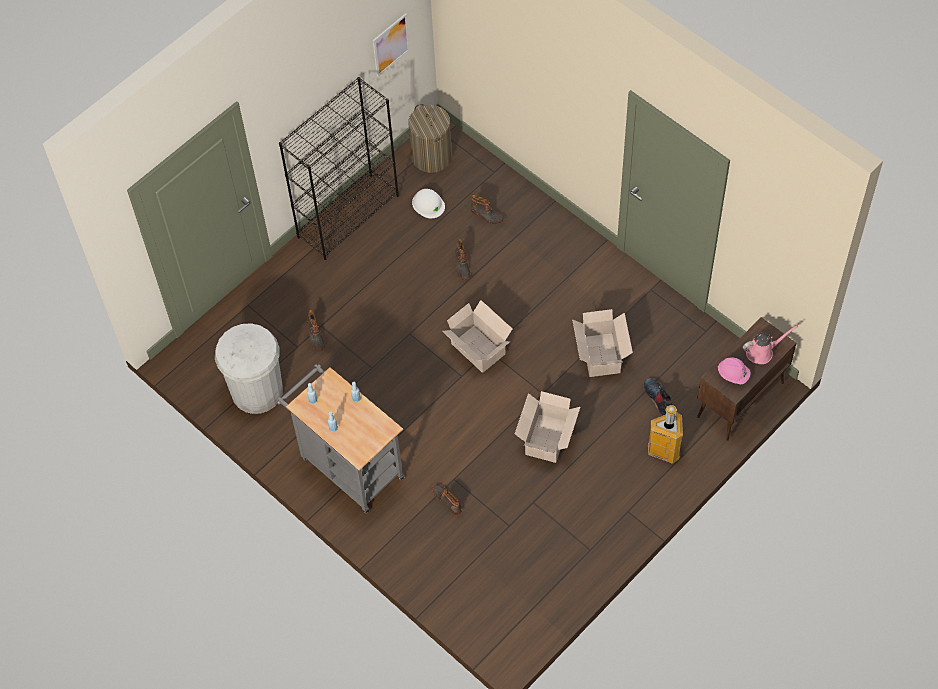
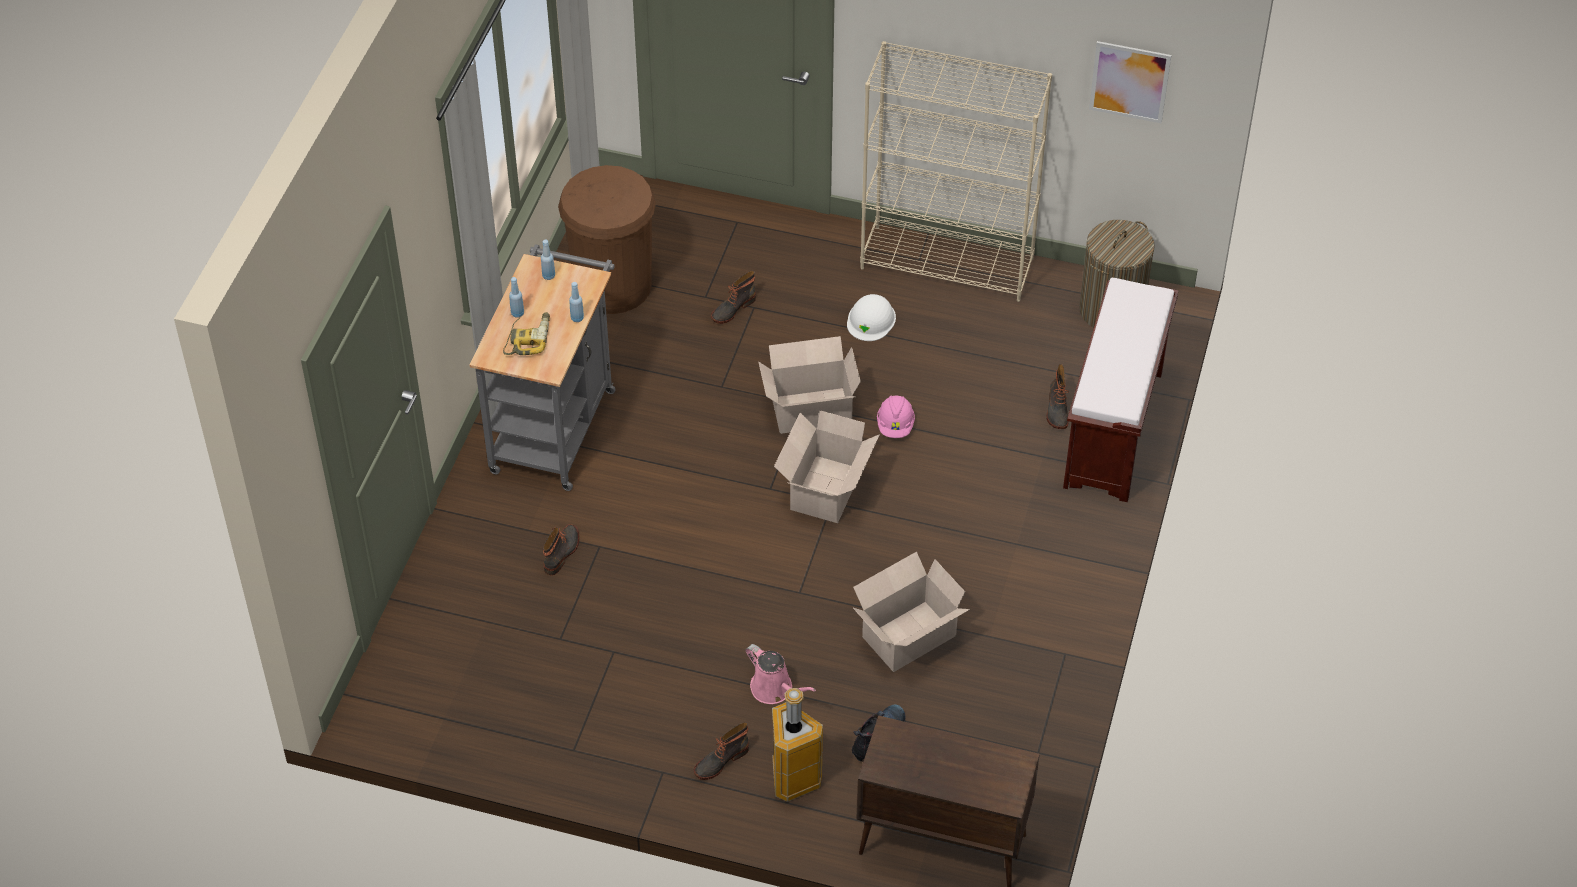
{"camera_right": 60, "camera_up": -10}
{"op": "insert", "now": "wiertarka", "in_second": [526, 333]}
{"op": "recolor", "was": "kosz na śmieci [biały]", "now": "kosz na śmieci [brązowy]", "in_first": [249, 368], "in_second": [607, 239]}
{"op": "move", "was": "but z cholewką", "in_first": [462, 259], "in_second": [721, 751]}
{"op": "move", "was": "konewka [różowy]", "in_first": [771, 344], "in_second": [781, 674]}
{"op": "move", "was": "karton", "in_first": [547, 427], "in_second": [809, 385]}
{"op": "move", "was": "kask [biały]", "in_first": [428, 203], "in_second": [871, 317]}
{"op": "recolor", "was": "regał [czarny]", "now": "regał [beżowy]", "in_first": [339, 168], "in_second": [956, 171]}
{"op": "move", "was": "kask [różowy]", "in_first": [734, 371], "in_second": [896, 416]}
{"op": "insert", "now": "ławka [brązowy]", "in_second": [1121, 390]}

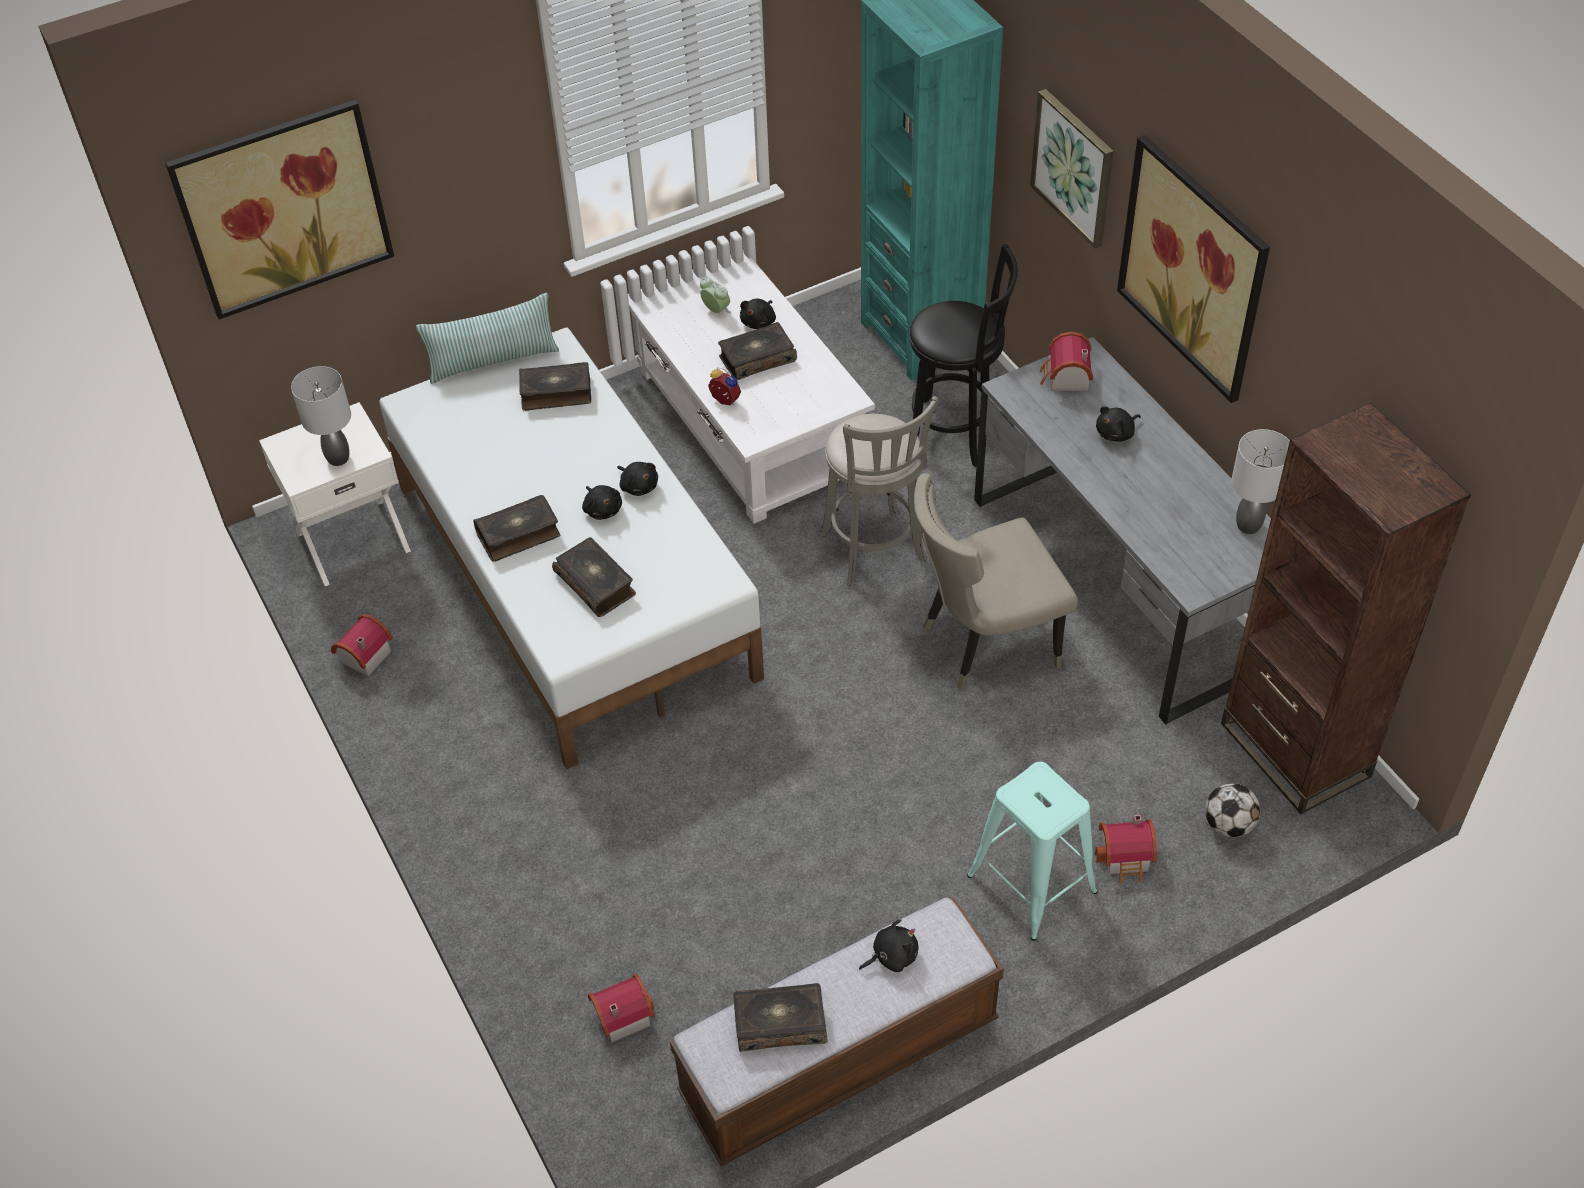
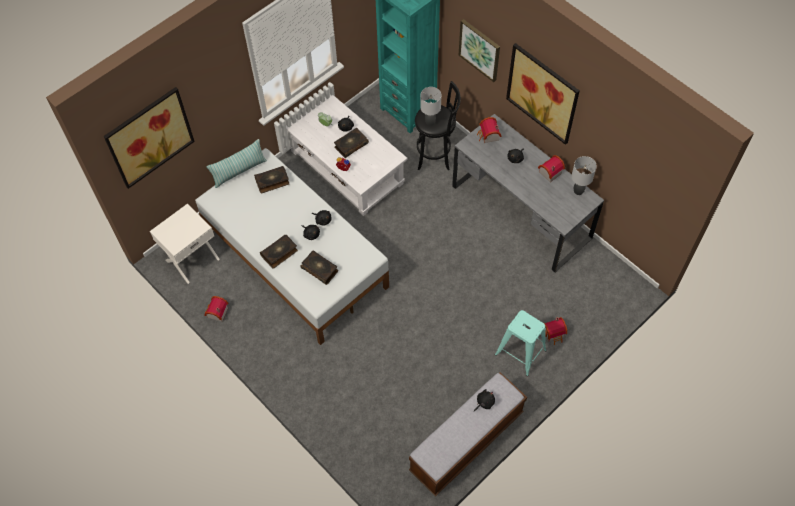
{"camera_right": -15, "camera_up": 10}
{"op": "move", "was": "lampa stołowa [szary]", "in_first": [321, 416], "in_second": [431, 106]}
{"op": "move", "was": "domek", "in_first": [621, 1008], "in_second": [551, 168]}
{"op": "delete", "was": "książka", "in_first": [780, 1017]}
{"op": "delete", "was": "stołek [szary]", "in_first": [878, 491]}
{"op": "delete", "was": "krzesło [beżowy]", "in_first": [996, 581]}
{"op": "delete", "was": "piłka futbolowa", "in_first": [1232, 810]}
{"op": "delete", "was": "regał [brązowy]", "in_first": [1346, 608]}

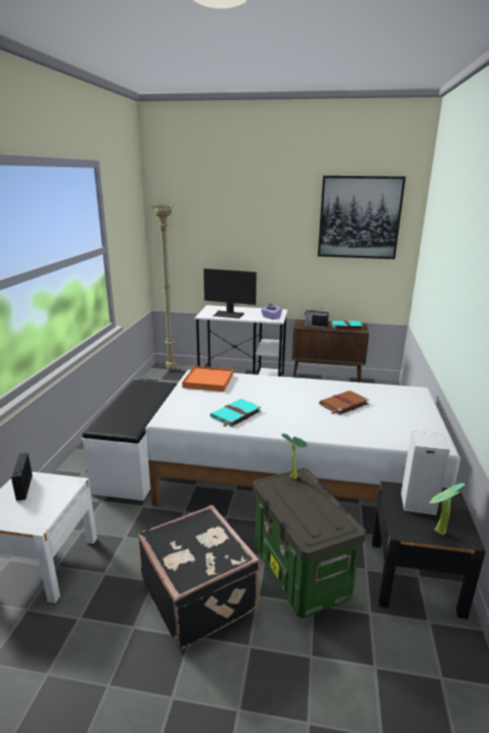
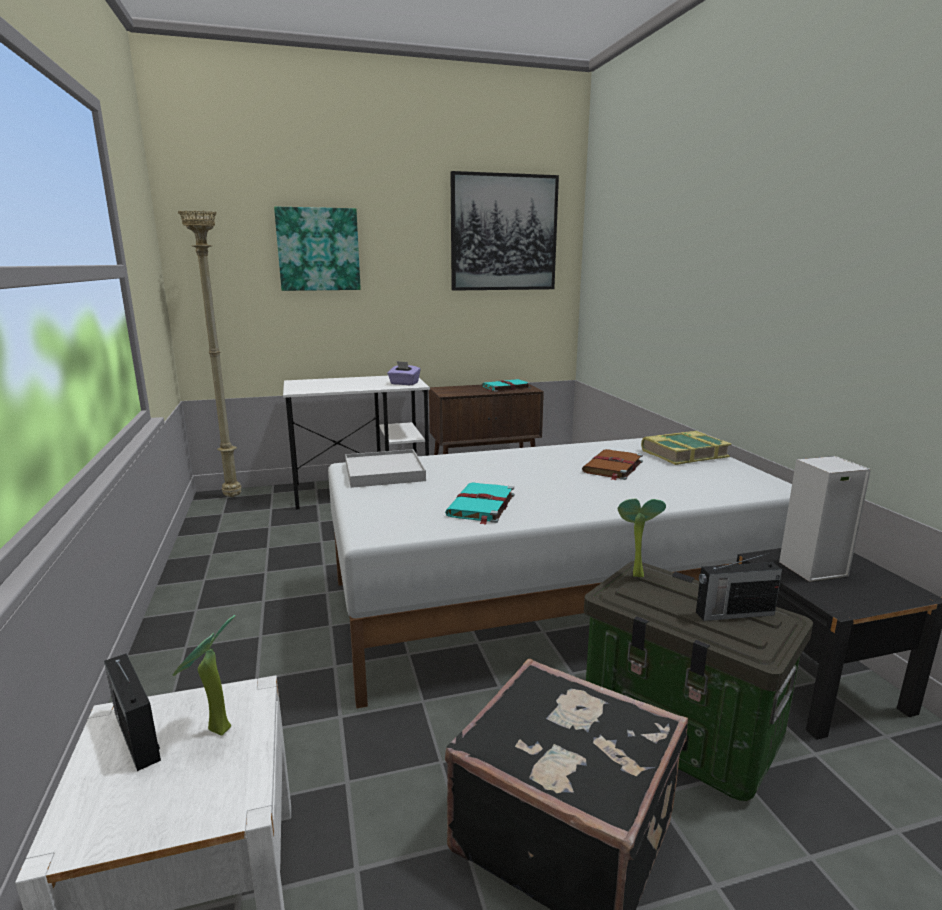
{"camera_right": -25, "camera_up": -5}
{"op": "move", "was": "roślina doniczkowa", "in_first": [447, 509], "in_second": [204, 675]}
{"op": "insert", "now": "obraz", "in_second": [317, 249]}
{"op": "recolor", "was": "taca [pomarańczowy]", "now": "taca [biały]", "in_first": [207, 379], "in_second": [385, 468]}
{"op": "insert", "now": "książka", "in_second": [686, 448]}
{"op": "move", "was": "radio", "in_first": [317, 318], "in_second": [739, 587]}
{"op": "delete", "was": "ławka [biały]", "in_first": [130, 440]}
{"op": "delete", "was": "monitor", "in_first": [230, 294]}

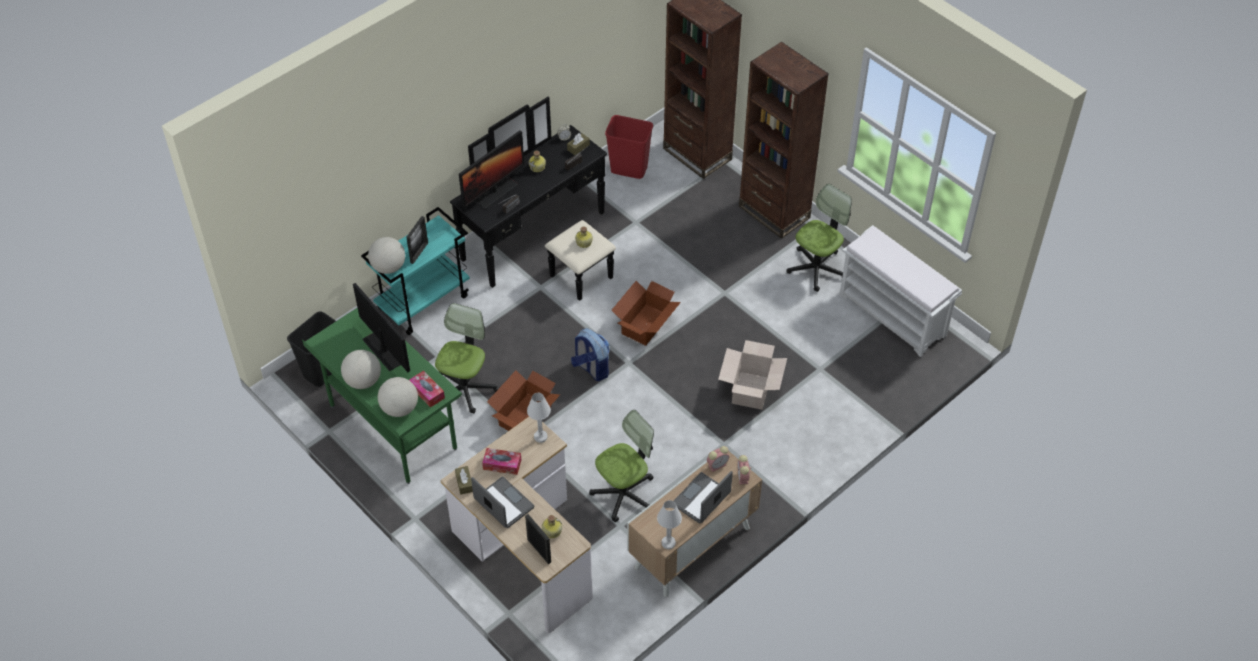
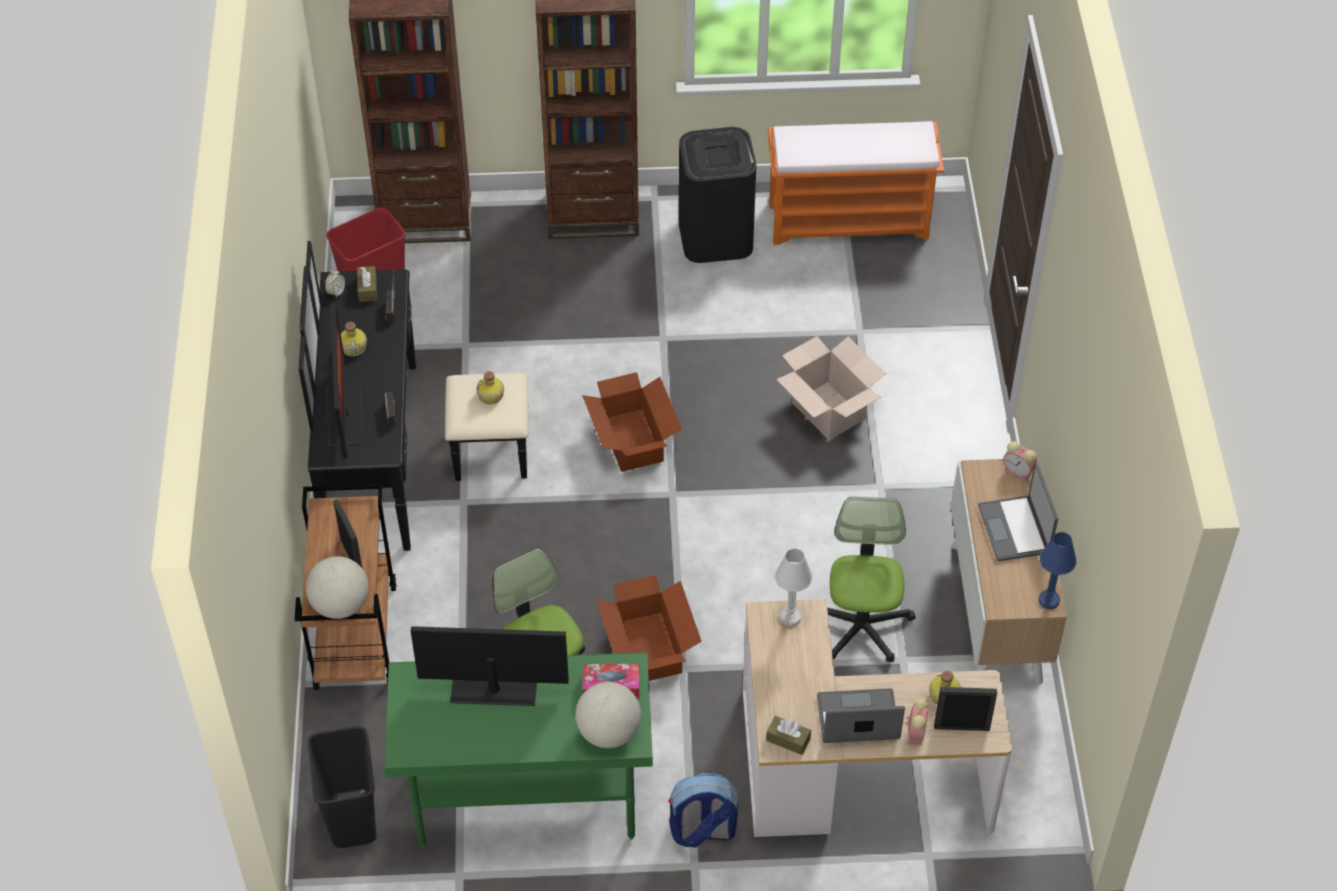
{"camera_right": -50, "camera_up": 0}
{"op": "recolor", "was": "wózek [turkusowy]", "now": "wózek [brązowy]", "in_first": [415, 271], "in_second": [345, 587]}
{"op": "move", "was": "plecak", "in_first": [590, 354], "in_second": [703, 810]}
{"op": "replace", "was": "krzesło biurowe", "now": "kosz na śmieci [czarny]", "in_first": [819, 238], "in_second": [717, 195]}
{"op": "recolor", "was": "ławka [biały]", "now": "ławka [pomarańczowy]", "in_first": [900, 291], "in_second": [856, 183]}
{"op": "move", "was": "budzik", "in_first": [718, 459], "in_second": [917, 721]}
{"op": "recolor", "was": "lampa stołowa [biały]", "now": "lampa stołowa [niebieski]", "in_first": [669, 524], "in_second": [1057, 570]}
{"op": "delete", "was": "globus", "in_first": [361, 369]}
{"op": "delete", "was": "pudełko chusteczek", "in_first": [501, 461]}

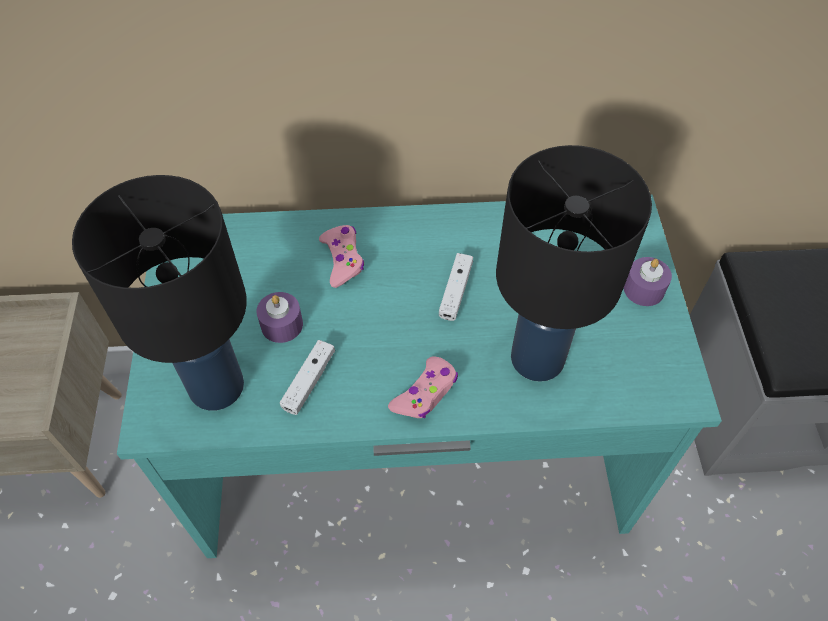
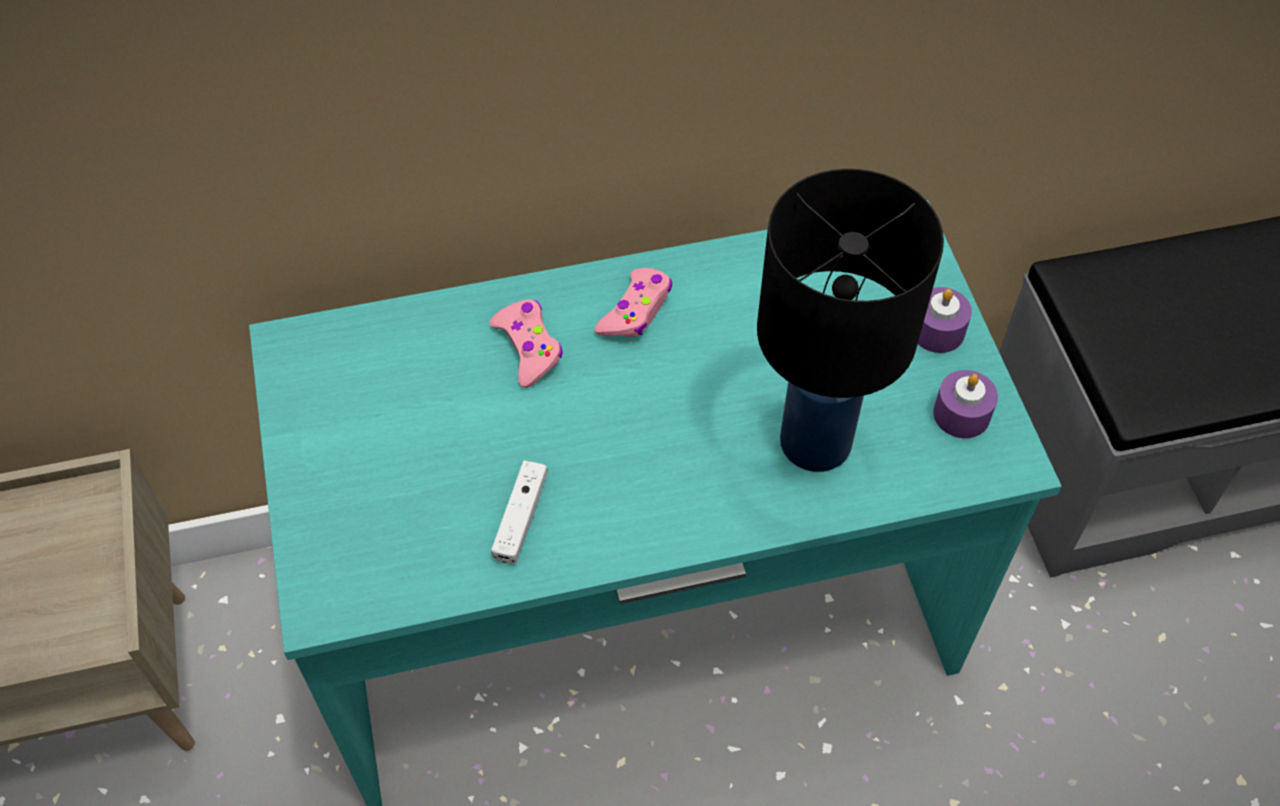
{"camera_right": -10, "camera_up": 0}
{"op": "move", "was": "pad do gier [różowy]", "in_first": [423, 387], "in_second": [633, 302]}
{"op": "move", "was": "świeca [fioletowy]", "in_first": [280, 317], "in_second": [965, 404]}
{"op": "delete", "was": "lampa stołowa [czarny]", "in_first": [159, 293]}
{"op": "delete", "was": "pad do gier [biały]", "in_first": [456, 287]}

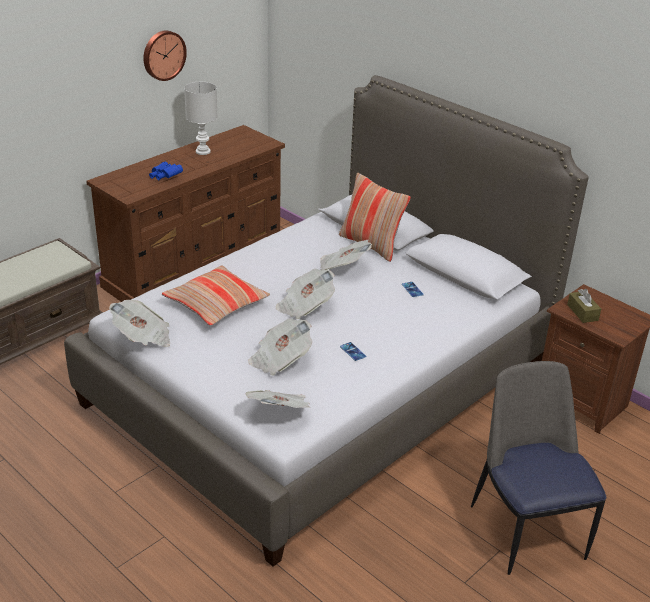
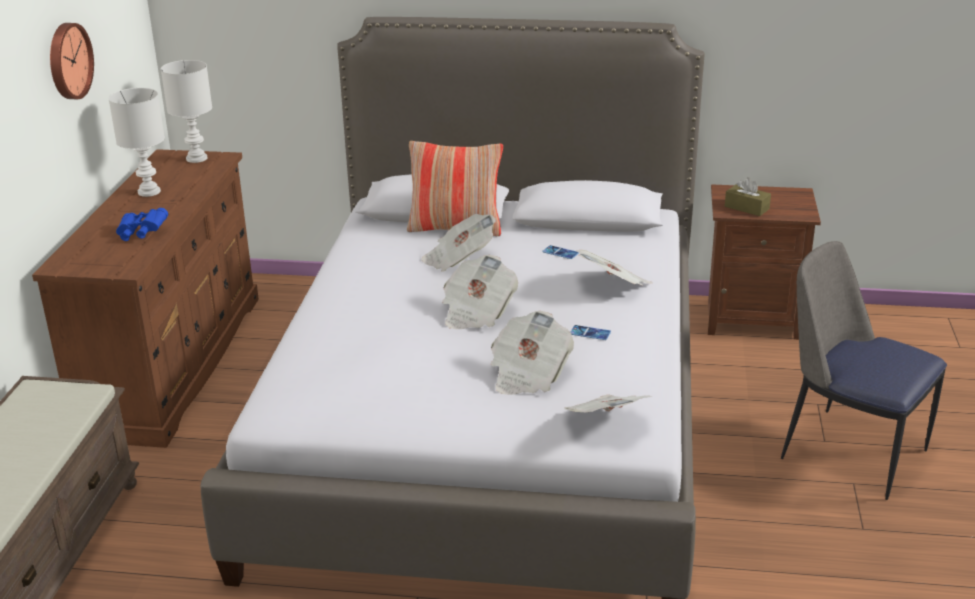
{"camera_right": -35, "camera_up": -5}
{"op": "insert", "now": "lampa stołowa [biały]", "in_second": [186, 111]}
{"op": "move", "was": "gazeta", "in_first": [139, 323], "in_second": [614, 267]}
{"op": "delete", "was": "poduszka", "in_first": [216, 295]}

